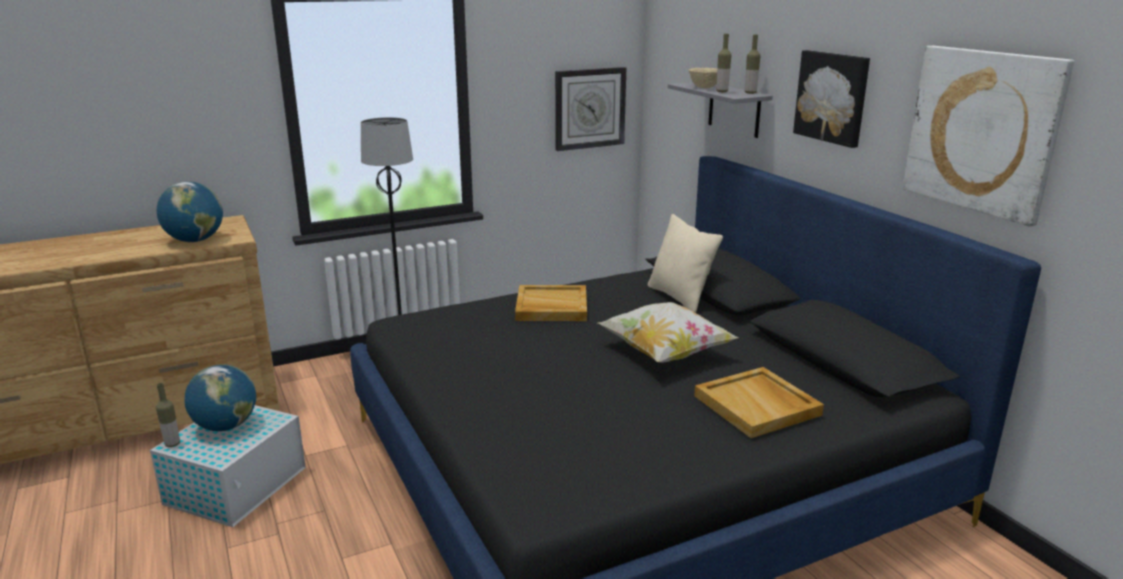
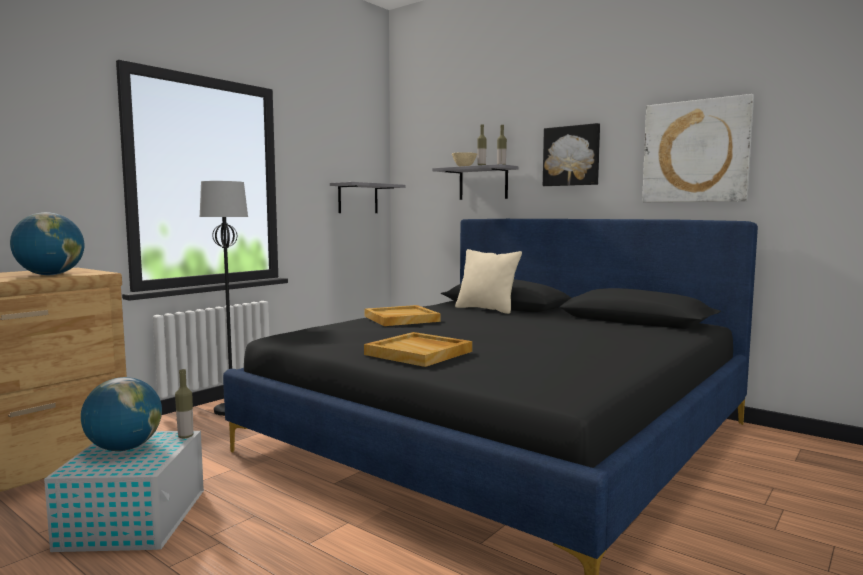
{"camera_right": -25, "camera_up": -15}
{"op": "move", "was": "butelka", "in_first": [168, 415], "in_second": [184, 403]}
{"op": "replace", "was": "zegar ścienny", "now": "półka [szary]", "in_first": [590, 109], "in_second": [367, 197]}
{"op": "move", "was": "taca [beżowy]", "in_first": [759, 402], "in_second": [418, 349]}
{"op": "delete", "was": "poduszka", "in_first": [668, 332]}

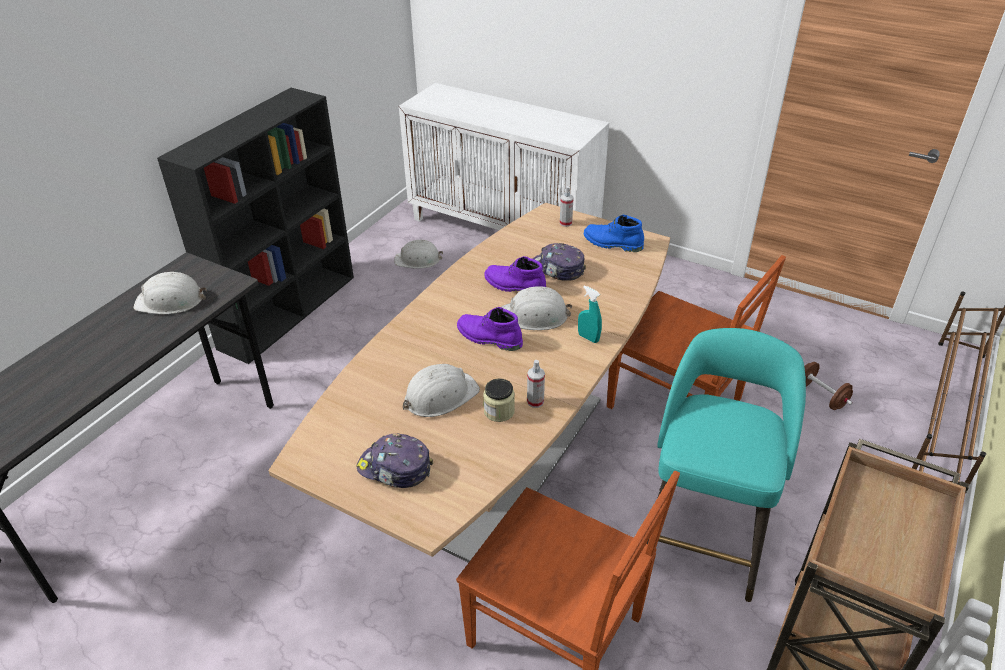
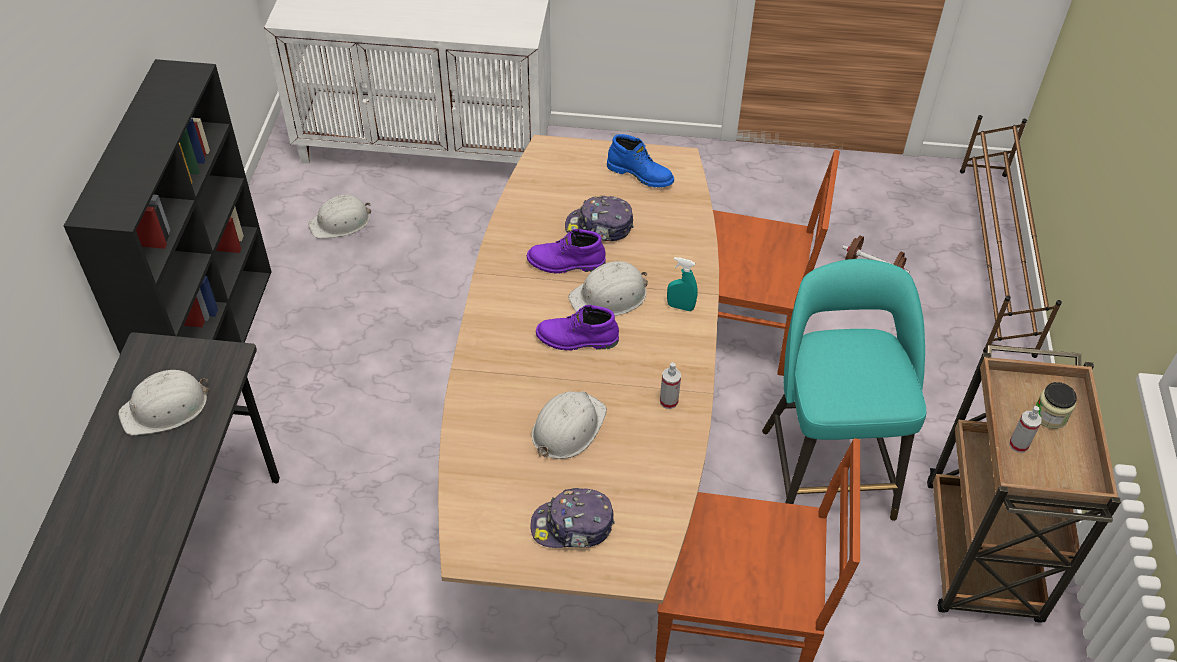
{"camera_right": -25, "camera_up": 10}
{"op": "rotate", "was": "but z cholewką [niebieski]", "in_first": [614, 233], "in_second": [640, 161], "clockwise": -150}
{"op": "move", "was": "spryskiwacz", "in_first": [567, 206], "in_second": [1025, 429]}
{"op": "move", "was": "słoik", "in_first": [499, 400], "in_second": [1056, 405]}

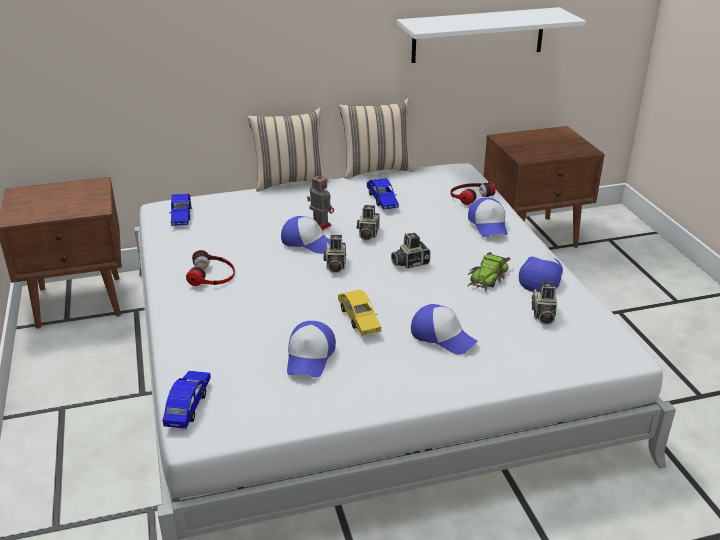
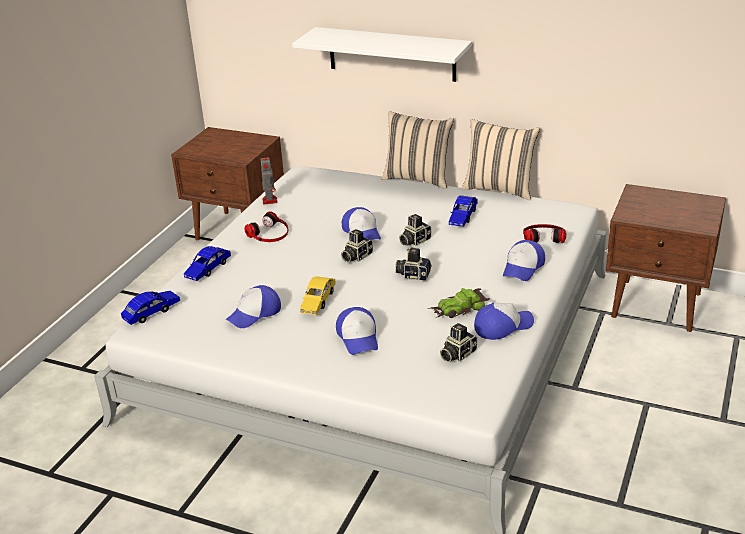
{"camera_right": 40, "camera_up": 0}
{"op": "move", "was": "samochodzik [niebieski]", "in_first": [180, 209], "in_second": [207, 263]}
{"op": "move", "was": "robot zabawkowy", "in_first": [320, 200], "in_second": [269, 179]}
{"op": "move", "was": "półka [biały]", "in_first": [491, 35], "in_second": [382, 54]}

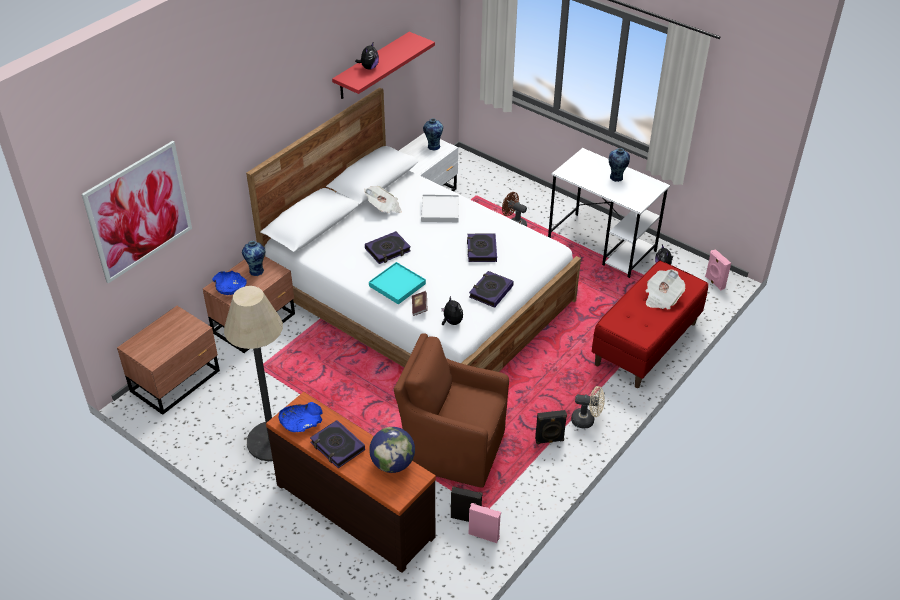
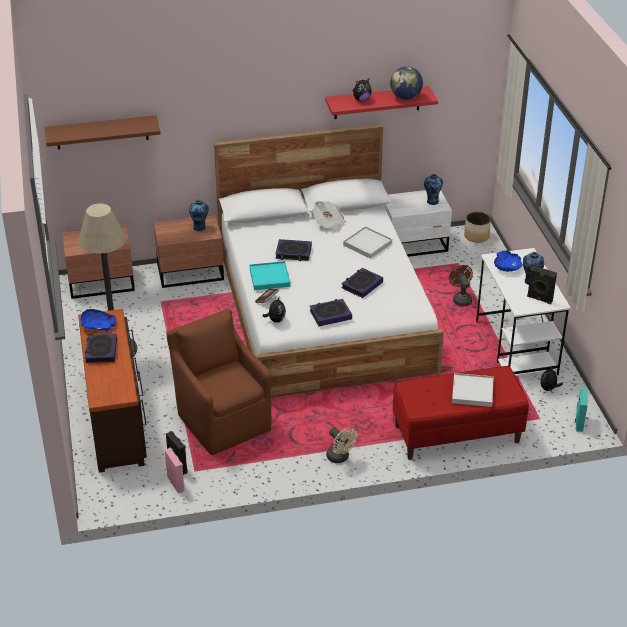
{"camera_right": 40, "camera_up": -5}
{"op": "replace", "was": "obraz", "now": "półka [brązowy]", "in_first": [137, 212], "in_second": [103, 132]}
{"op": "move", "was": "globus", "in_first": [392, 450], "in_second": [406, 83]}
{"op": "replace", "was": "gazeta", "now": "taca [biały]", "in_first": [665, 289], "in_second": [472, 390]}
{"op": "insert", "now": "donica", "in_second": [477, 227]}
{"op": "move", "was": "miska [niebieski]", "in_first": [229, 283], "in_second": [508, 261]}
{"op": "move", "was": "głośnik [czarny]", "in_first": [551, 427], "in_second": [542, 284]}
{"op": "recolor", "was": "głośnik [różowy]", "now": "głośnik [turkusowy]", "in_first": [718, 269], "in_second": [581, 410]}

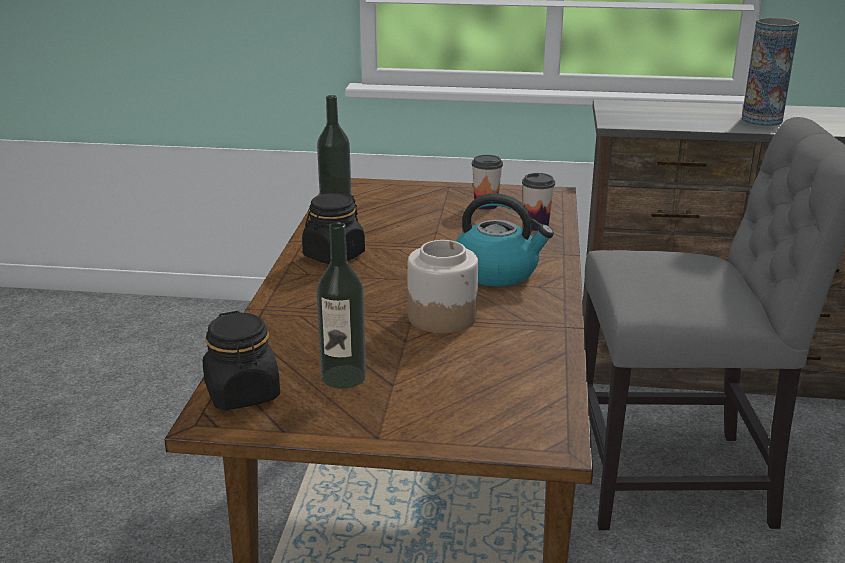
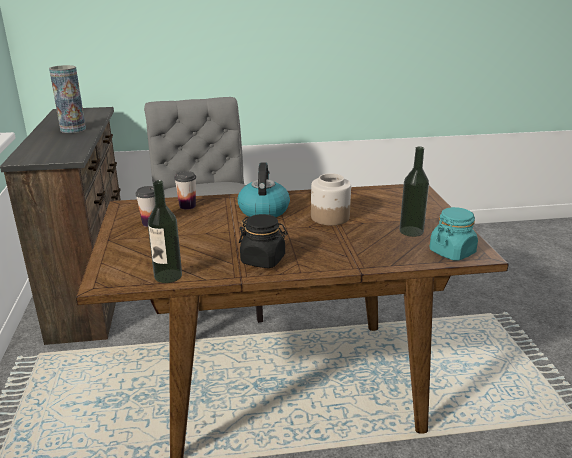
{"camera_right": -105, "camera_up": 0}
{"op": "recolor", "was": "słoik [czarny]", "now": "słoik [turkusowy]", "in_first": [241, 360], "in_second": [454, 234]}

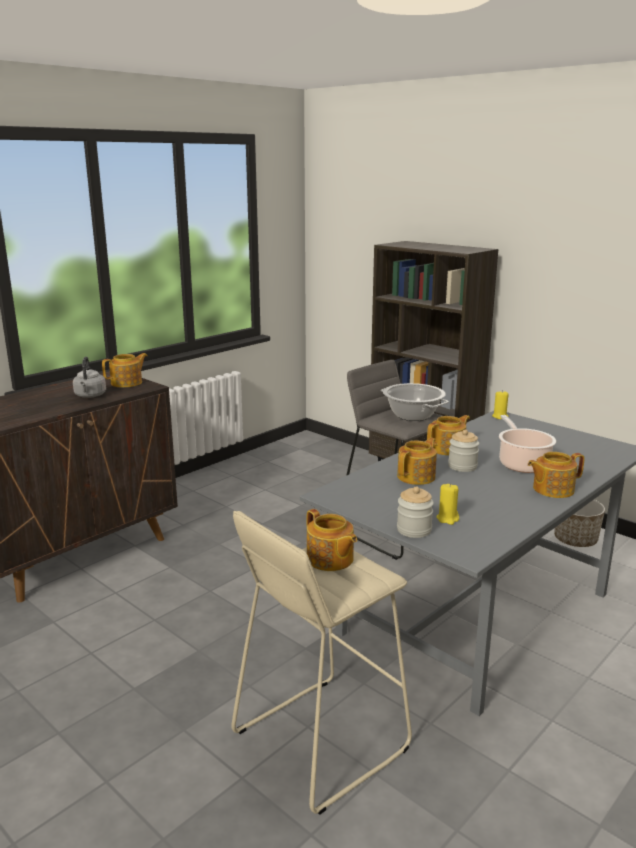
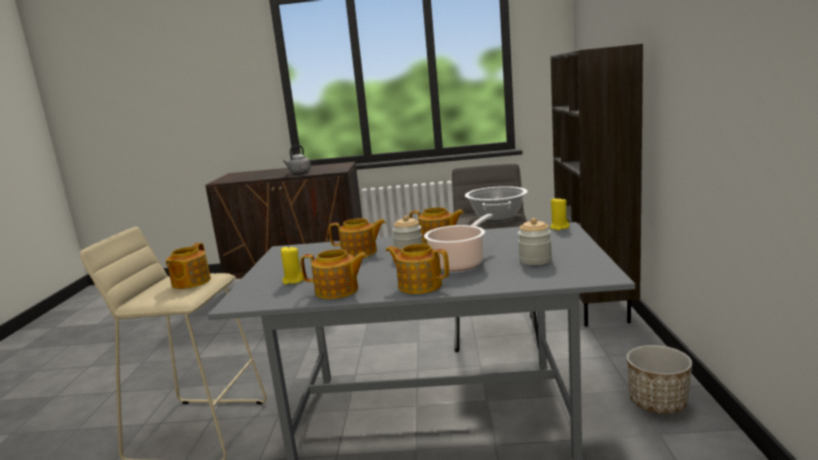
{"camera_right": 50, "camera_up": -5}
{"op": "move", "was": "imbryk", "in_first": [124, 370], "in_second": [334, 274]}
{"op": "move", "was": "słoik", "in_first": [415, 512], "in_second": [535, 241]}

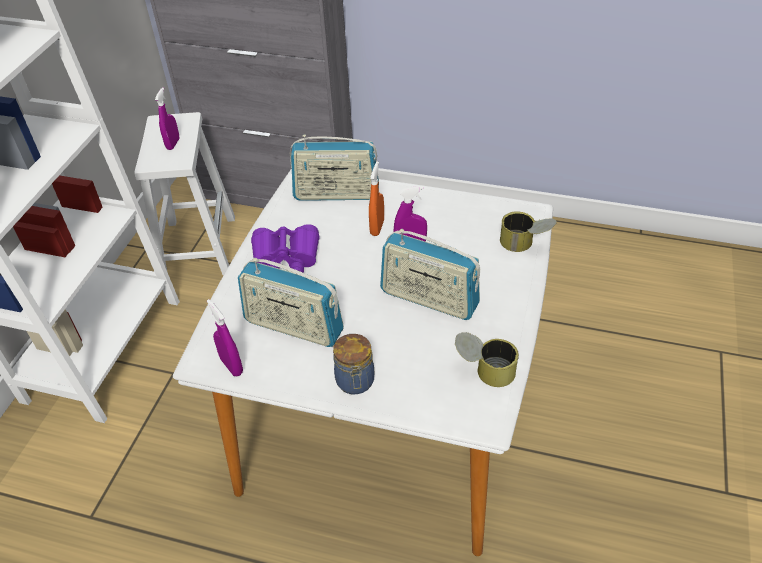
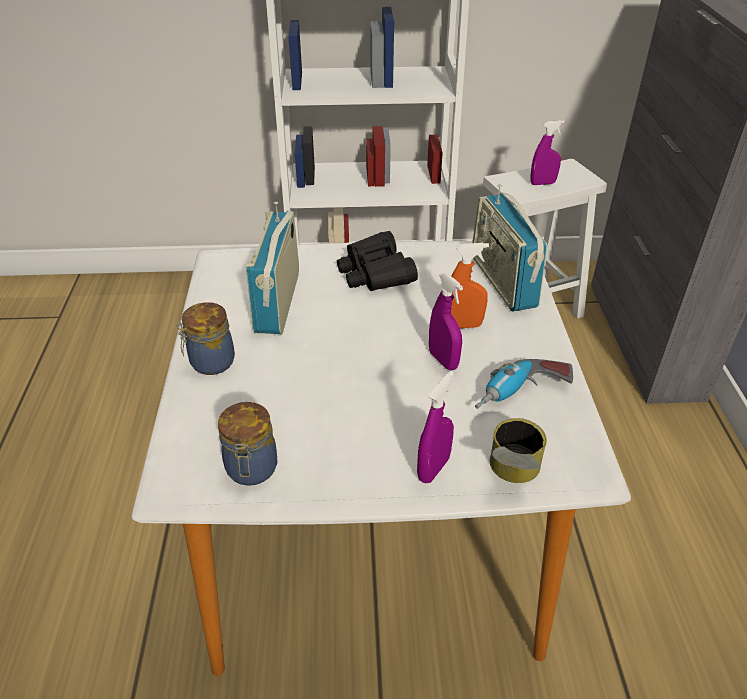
{"camera_right": 70, "camera_up": -5}
{"op": "replace", "was": "puszka", "now": "słoik", "in_first": [487, 359], "in_second": [248, 444]}
{"op": "recolor", "was": "lornetka [fioletowy]", "now": "lornetka [czarny]", "in_first": [285, 248], "in_second": [377, 261]}
{"op": "move", "was": "spryskiwacz [fioletowy]", "in_first": [225, 337], "in_second": [435, 427]}
{"op": "insert", "now": "wiertarka", "in_second": [524, 384]}
{"op": "delete", "was": "radio", "in_first": [430, 274]}

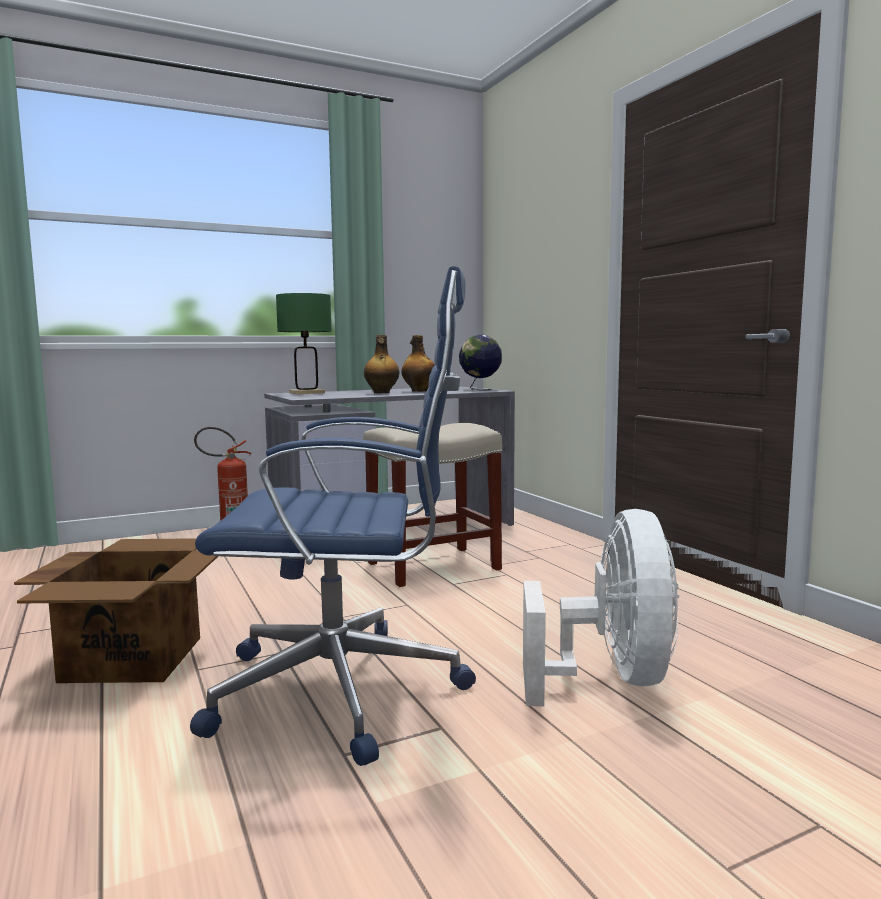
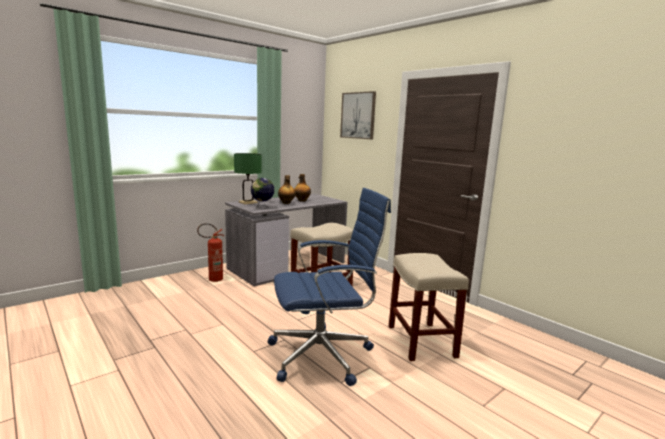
{"camera_right": -15, "camera_up": 5}
{"op": "move", "was": "globus", "in_first": [480, 363], "in_second": [262, 193]}
{"op": "insert", "now": "obraz", "in_second": [358, 115]}
{"op": "replace", "was": "wentylator [biały]", "now": "stołek [beżowy]", "in_first": [601, 607], "in_second": [429, 307]}
{"op": "delete", "was": "karton", "in_first": [116, 610]}

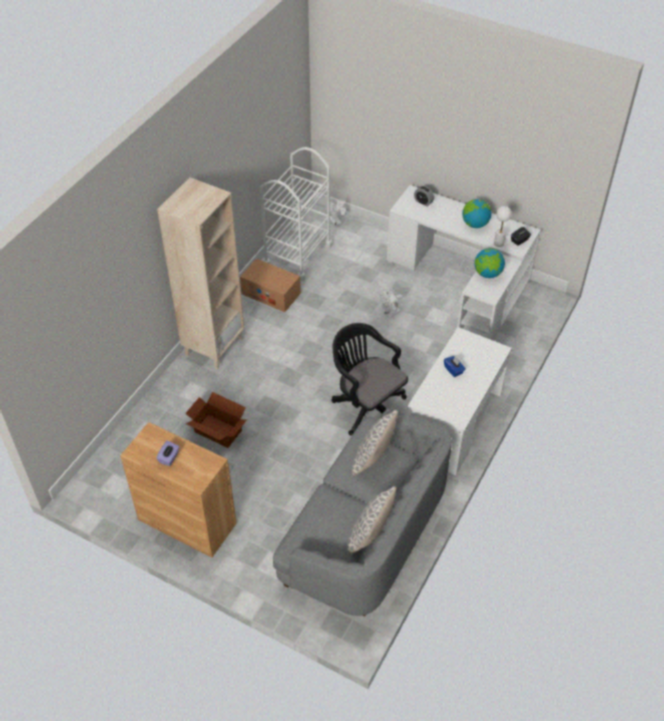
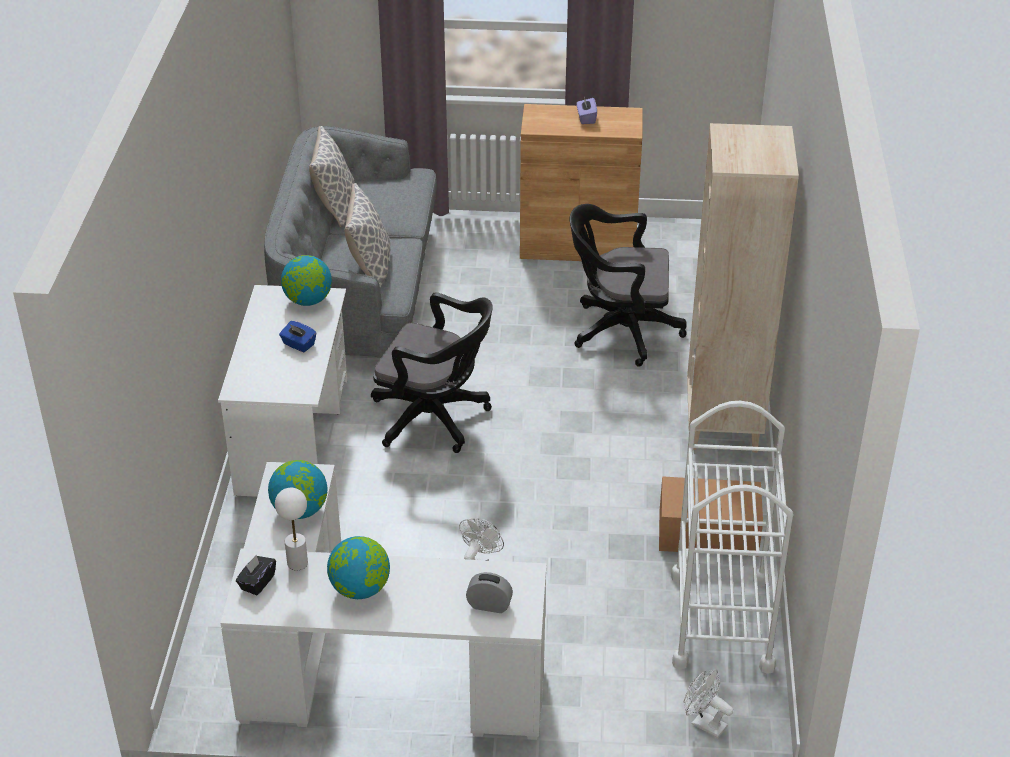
{"camera_right": 155, "camera_up": -10}
{"op": "insert", "now": "globus", "in_second": [306, 280]}
{"op": "replace", "was": "karton", "now": "krzesło biurowe [czarny]", "in_first": [216, 420], "in_second": [628, 285]}

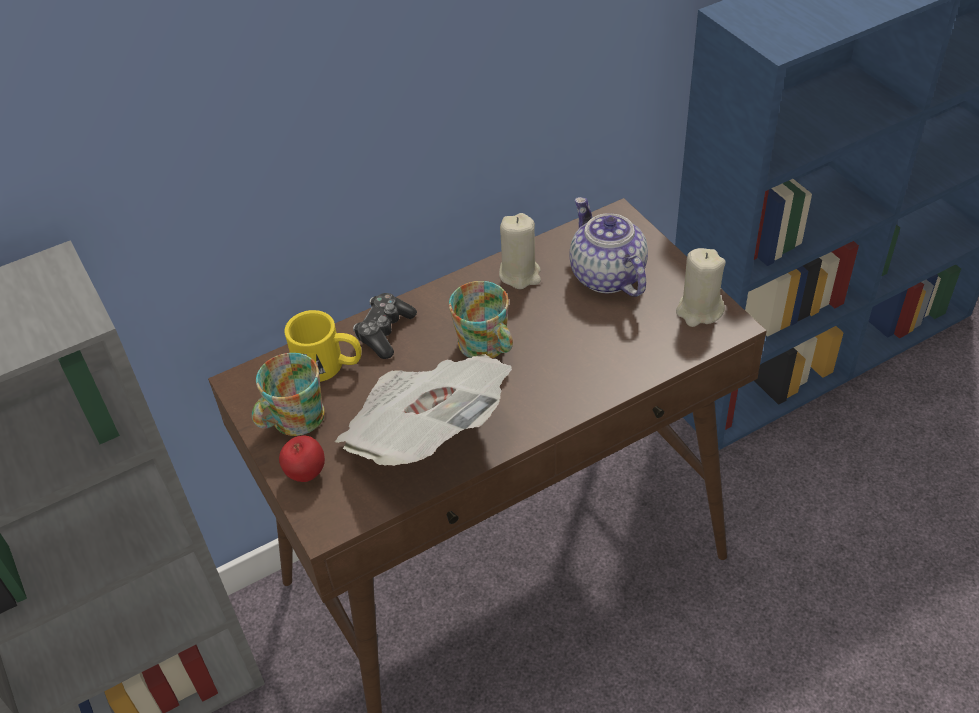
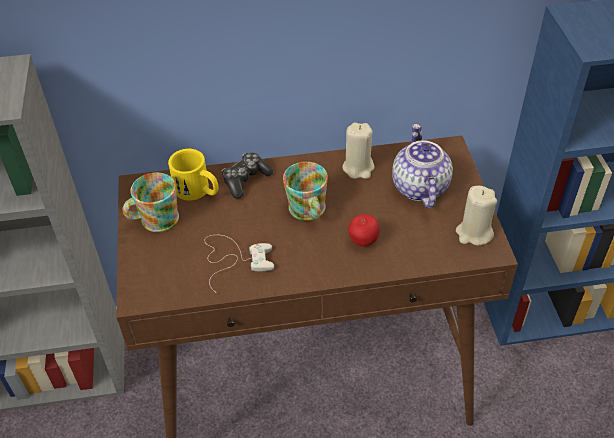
{"camera_right": 20, "camera_up": 0}
{"op": "replace", "was": "gazeta", "now": "pad do gier [biały]", "in_first": [423, 410], "in_second": [239, 263]}
{"op": "move", "was": "jabłko", "in_first": [302, 459], "in_second": [364, 230]}

